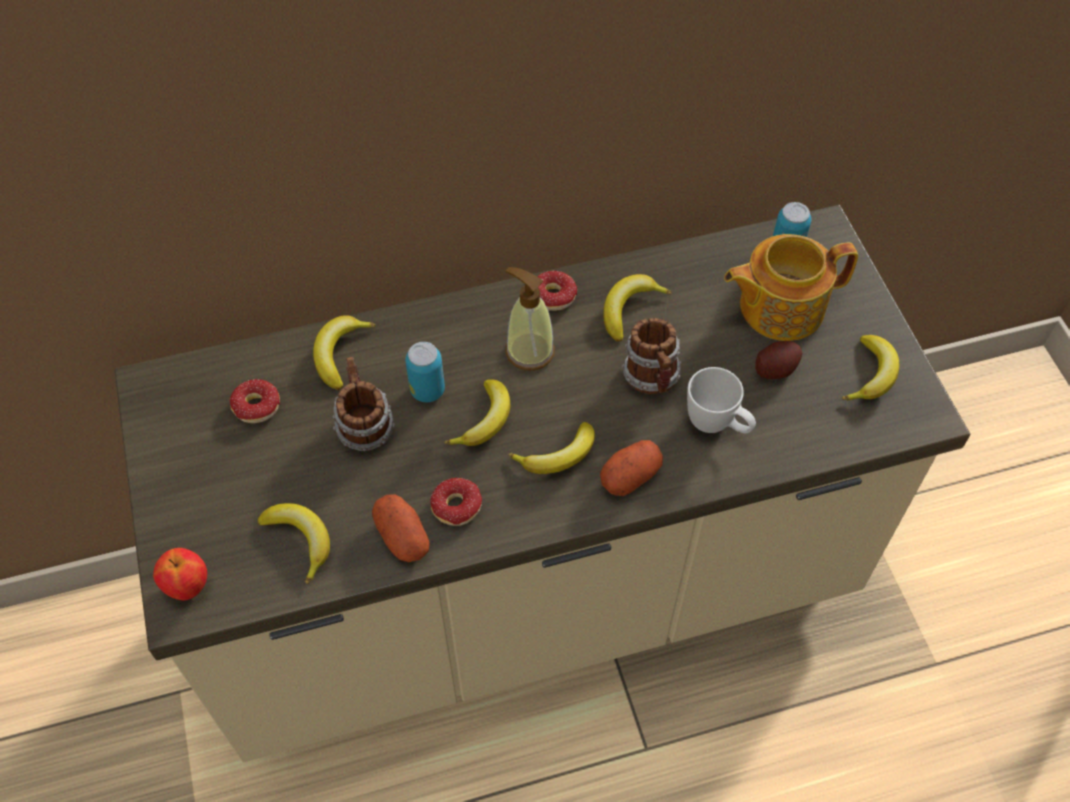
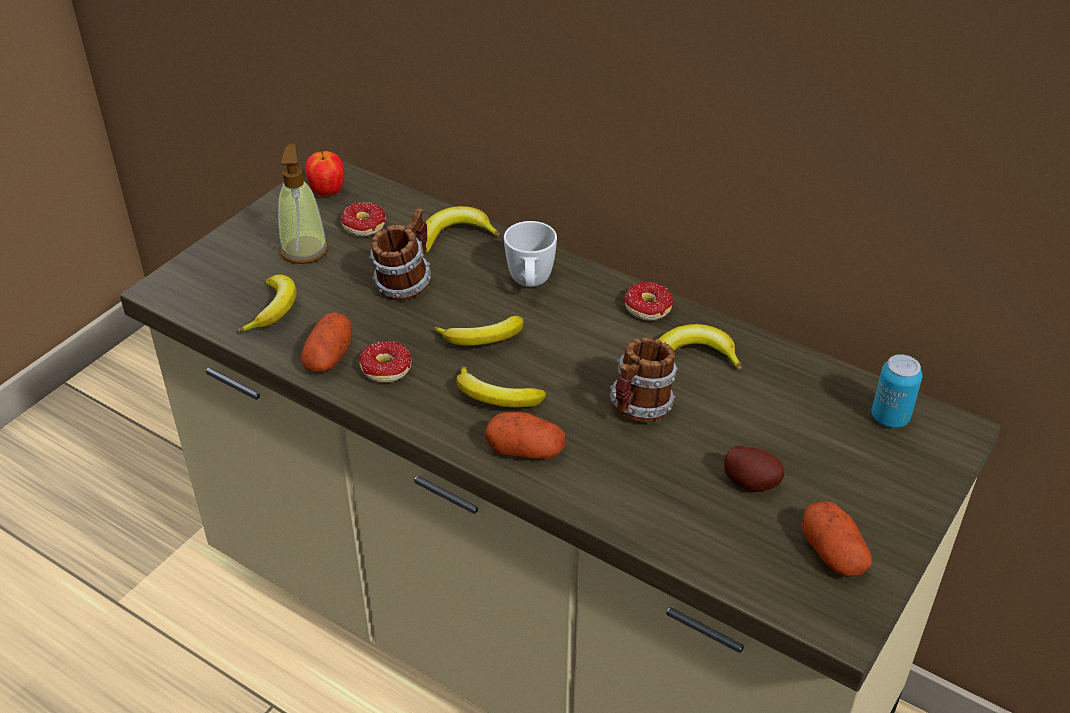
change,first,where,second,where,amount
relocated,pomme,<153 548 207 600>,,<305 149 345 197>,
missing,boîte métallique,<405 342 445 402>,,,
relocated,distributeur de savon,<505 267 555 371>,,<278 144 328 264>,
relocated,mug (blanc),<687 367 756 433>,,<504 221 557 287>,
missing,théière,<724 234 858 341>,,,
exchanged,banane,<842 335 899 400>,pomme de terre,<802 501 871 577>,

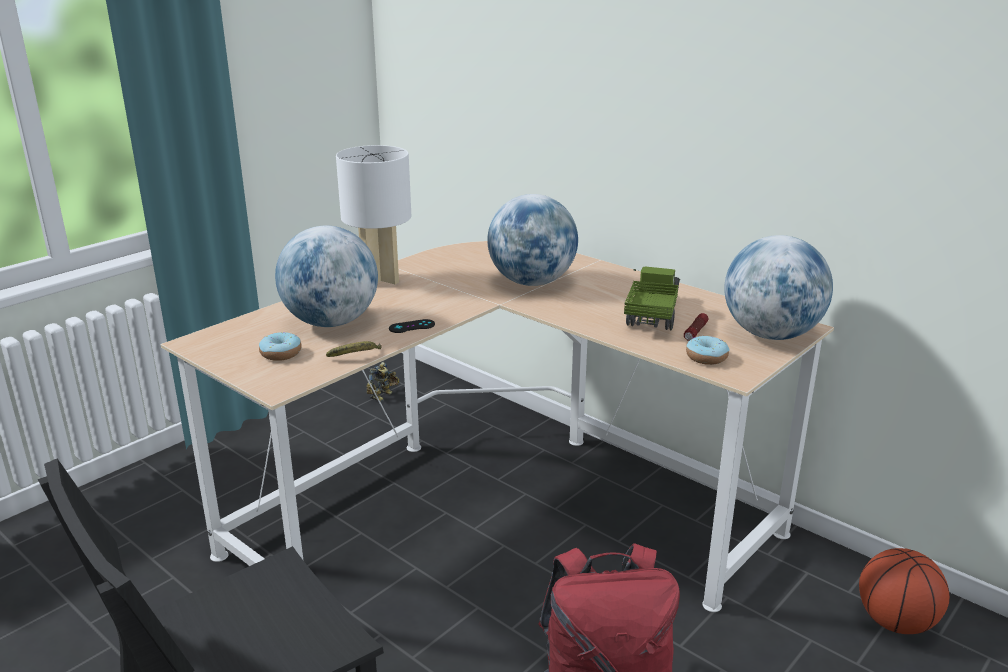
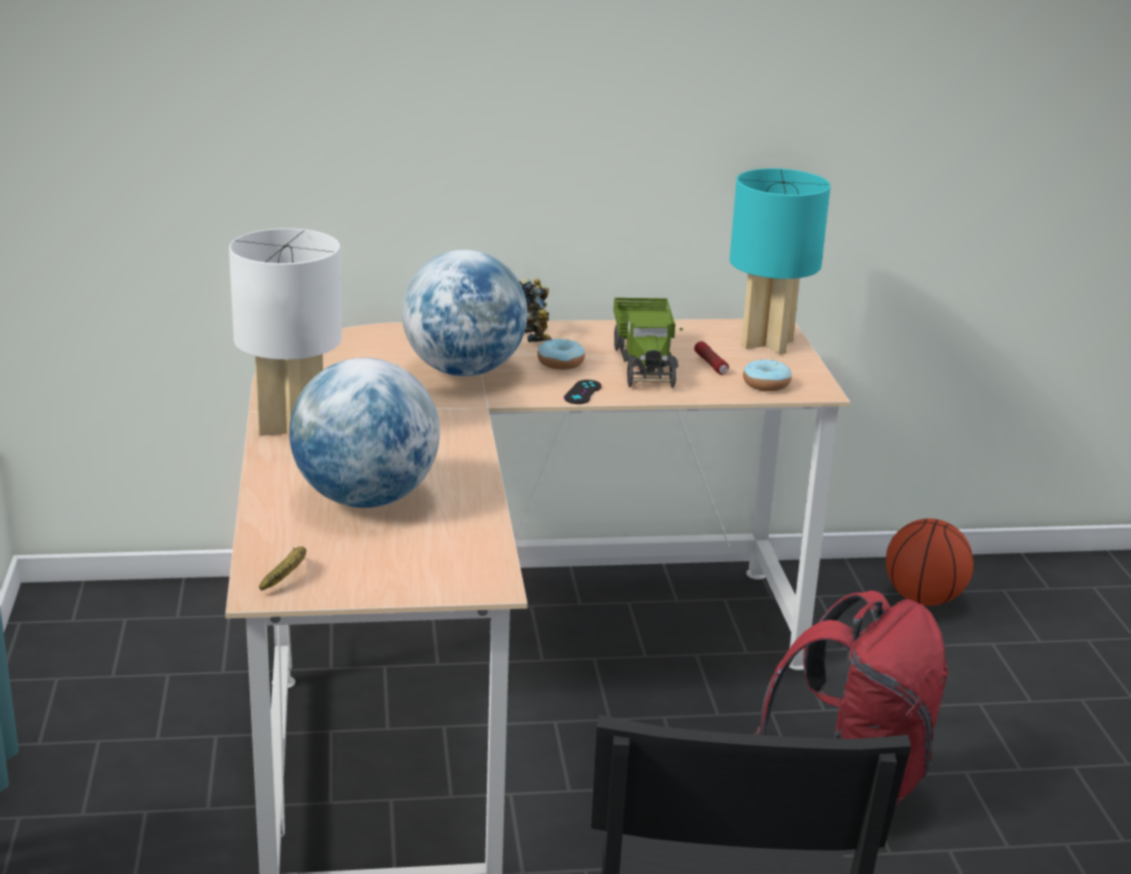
change,first,where,second,where,amount
relocated,beignet,<259 332 302 361>,,<537 338 585 370>,
relocated,banane,<326 341 382 357>,,<259 546 306 591>,
relocated,robot jouet,<366 362 399 402>,,<519 278 552 342>,
relocated,manette (noir),<389 319 435 333>,,<564 380 602 404>,
spun,camion jouet,<624 267 680 330>,,<613 298 683 388>,150 degrees counterclockwise
exchanged,globe,<724 235 833 340>,lampe de table (turquoise),<730 168 831 355>,

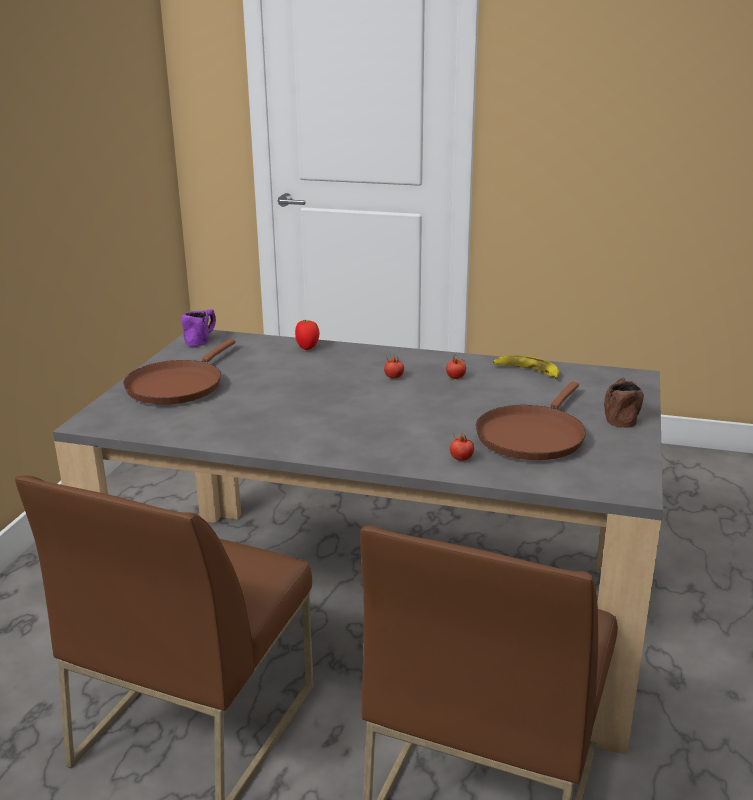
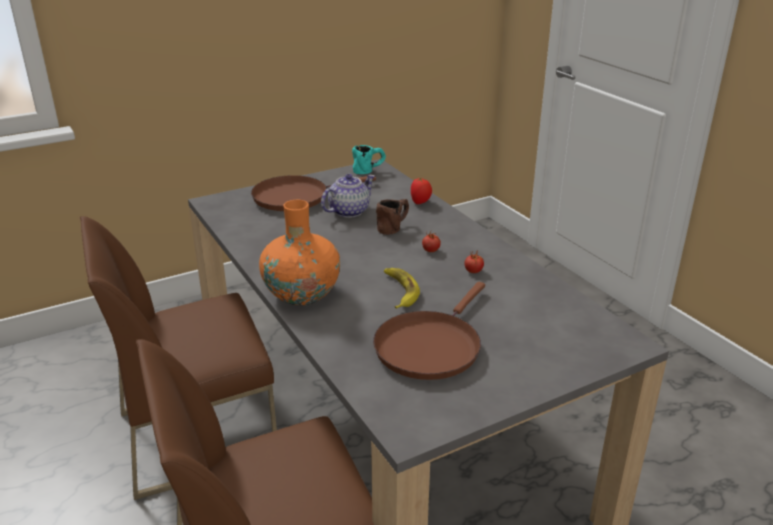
change,first,where,second,where,amount
colour,mug (violet),<182 309 216 347>,mug (turquoise),<352 145 386 174>,
missing,tomate,<450 432 474 461>,,,
spun,poêle (marron),<476 381 586 460>,,<373 282 485 380>,45 degrees counterclockwise
relocated,banane,<493 355 560 379>,,<384 268 420 309>,
relocated,mug (marron),<604 378 644 428>,,<376 199 409 235>,
appeared,,,vase (orange),<259 200 340 306>,
appeared,,,théière,<321 174 375 218>,

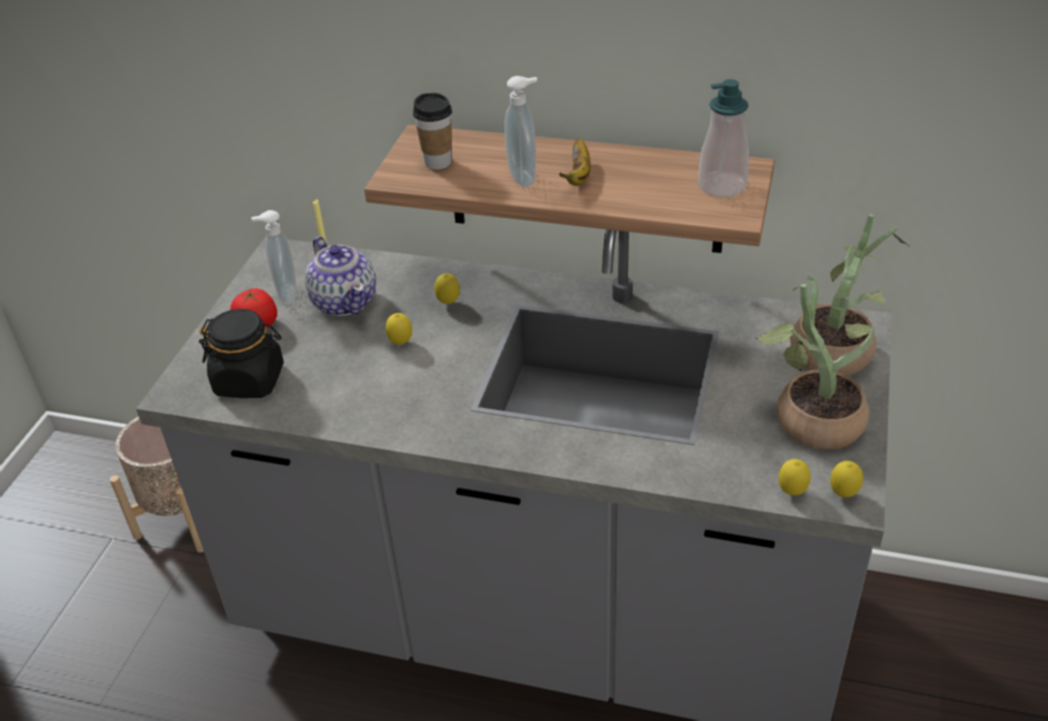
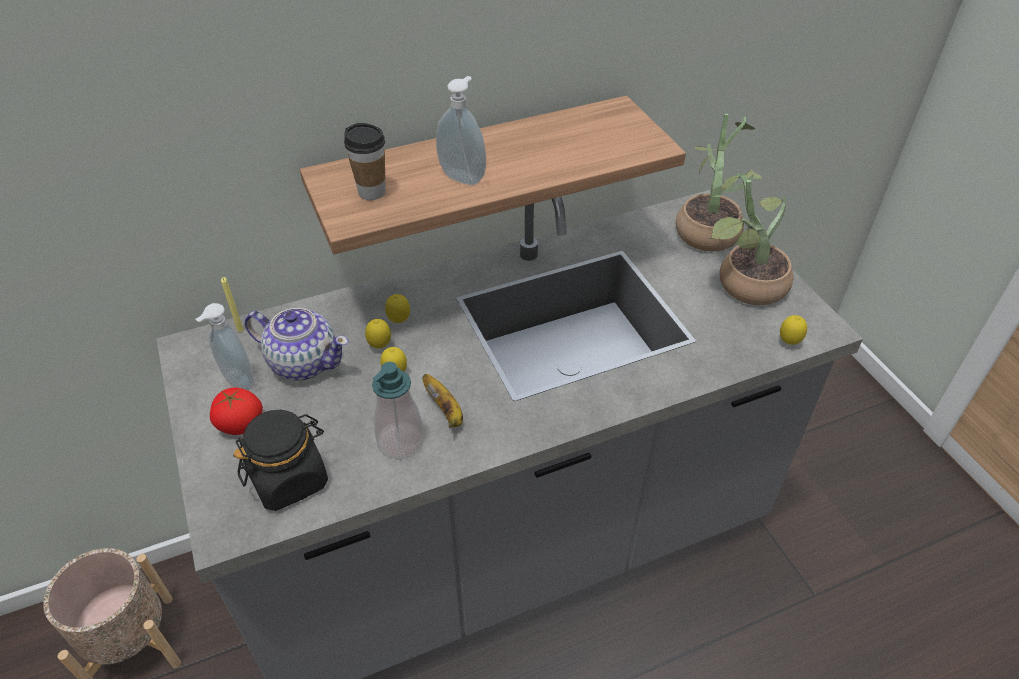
change,first,where,second,where,amount
relocated,banane,<559 138 591 186>,,<422 374 463 428>,
relocated,distributeur de savon,<698 79 749 197>,,<372 362 424 459>,
relocated,citron,<830 461 863 497>,,<365 319 391 348>,

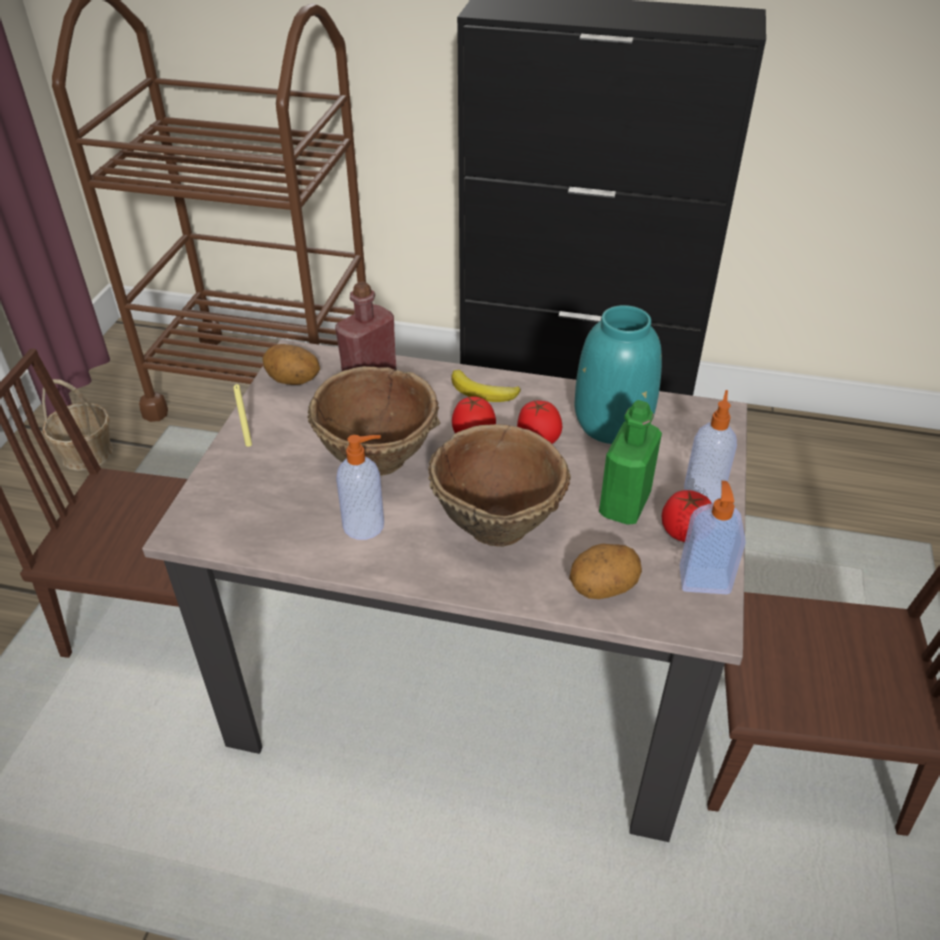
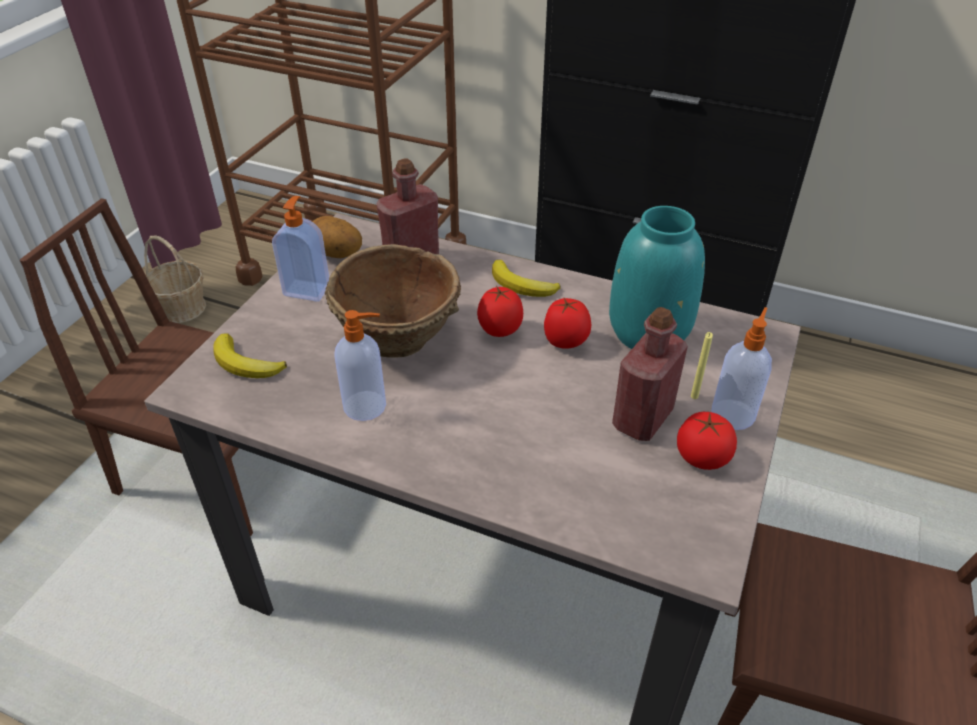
change,first,where,second,where,amount
relocated,bougie (jaune),<234 384 252 447>,,<691 332 713 399>,
missing,bol (marron),<428 424 571 547>,,,
missing,pomme de terre,<569 544 642 599>,,,
colour,bouteille (vert),<599 400 662 525>,bouteille (rouge),<612 307 688 441>,
relocated,distributeur de savon,<680 481 746 594>,,<272 196 329 302>,
appeared,,,banane,<213 333 287 378>,

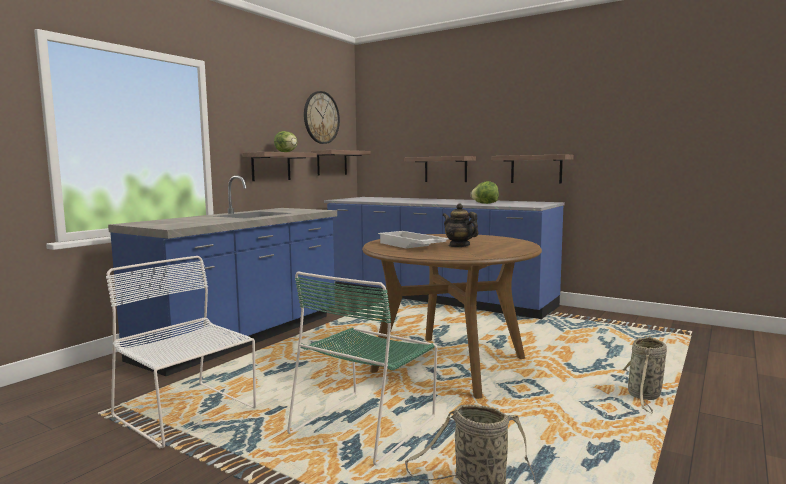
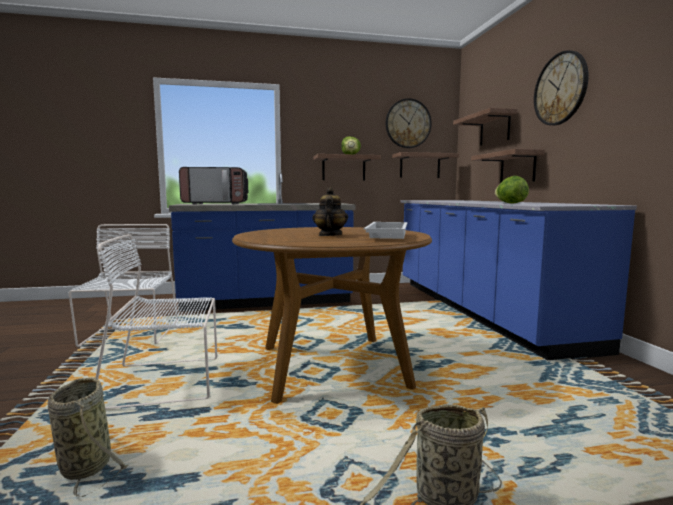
change,first,where,second,where,amount
colour,chaise (vert),<287 271 437 465>,chaise (blanc),<95 234 217 409>,
relocated,plateau (blanc),<378 231 449 248>,,<363 222 407 239>,
relocated,étagère,<492 154 574 183>,,<453 108 518 146>,
appeared,,,micro-ondes,<179 167 248 205>,
appeared,,,horloge murale,<534 50 589 125>,

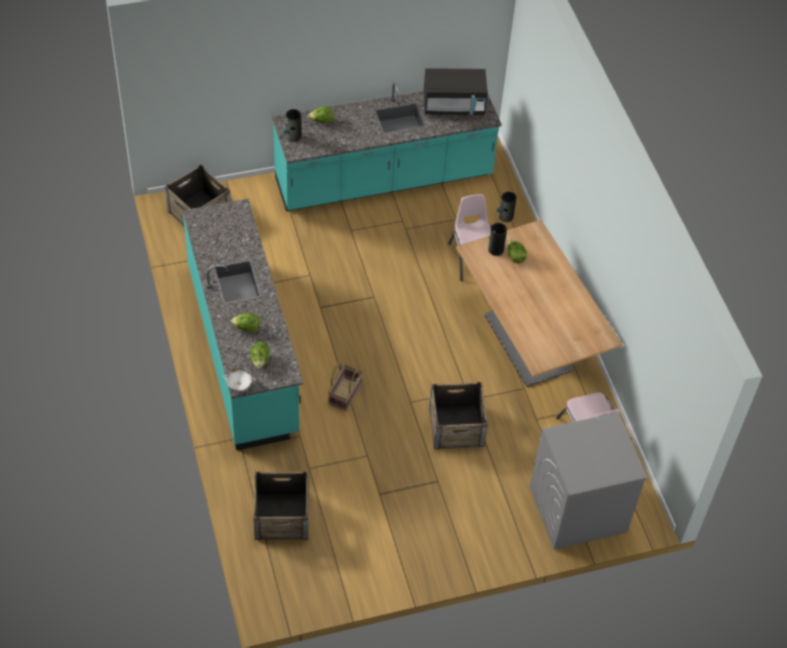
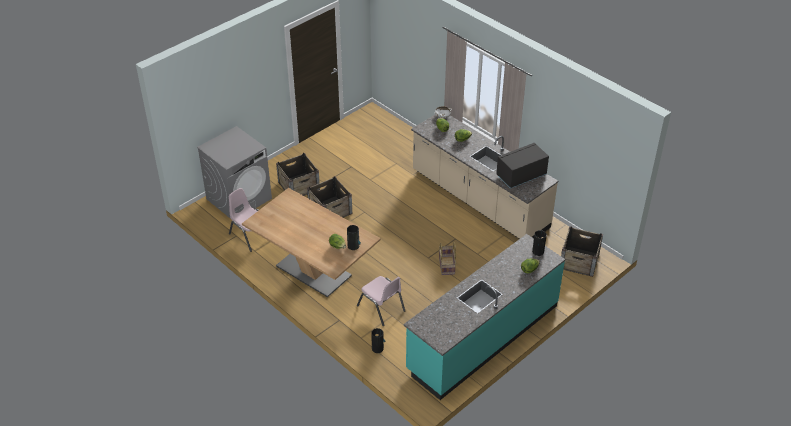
change,first,where,second,where,amount
colour,comptoir de cuisine (turquoise),<182 199 303 451>,comptoir de cuisine (beige),<411 114 558 239>,
relocated,caisse,<253 472 308 540>,,<276 153 320 196>,
relocated,panier,<328 362 363 411>,,<439 242 456 275>,
relocated,micro-ondes (noir),<424 68 488 115>,,<496 143 549 189>,

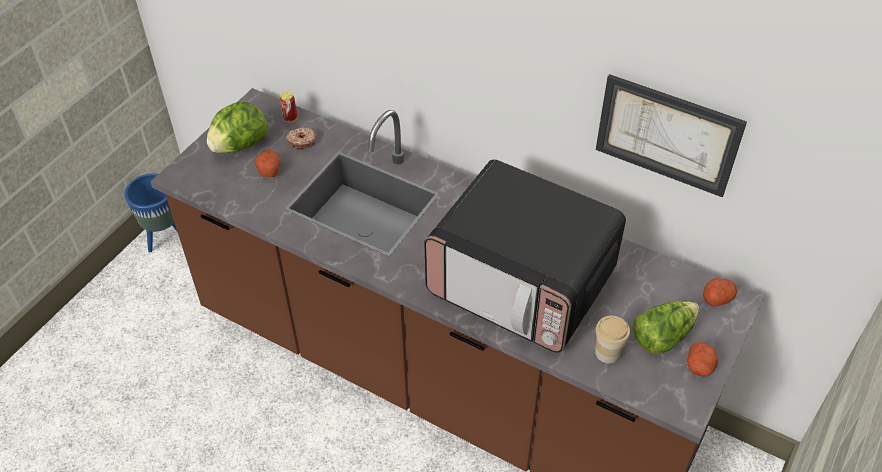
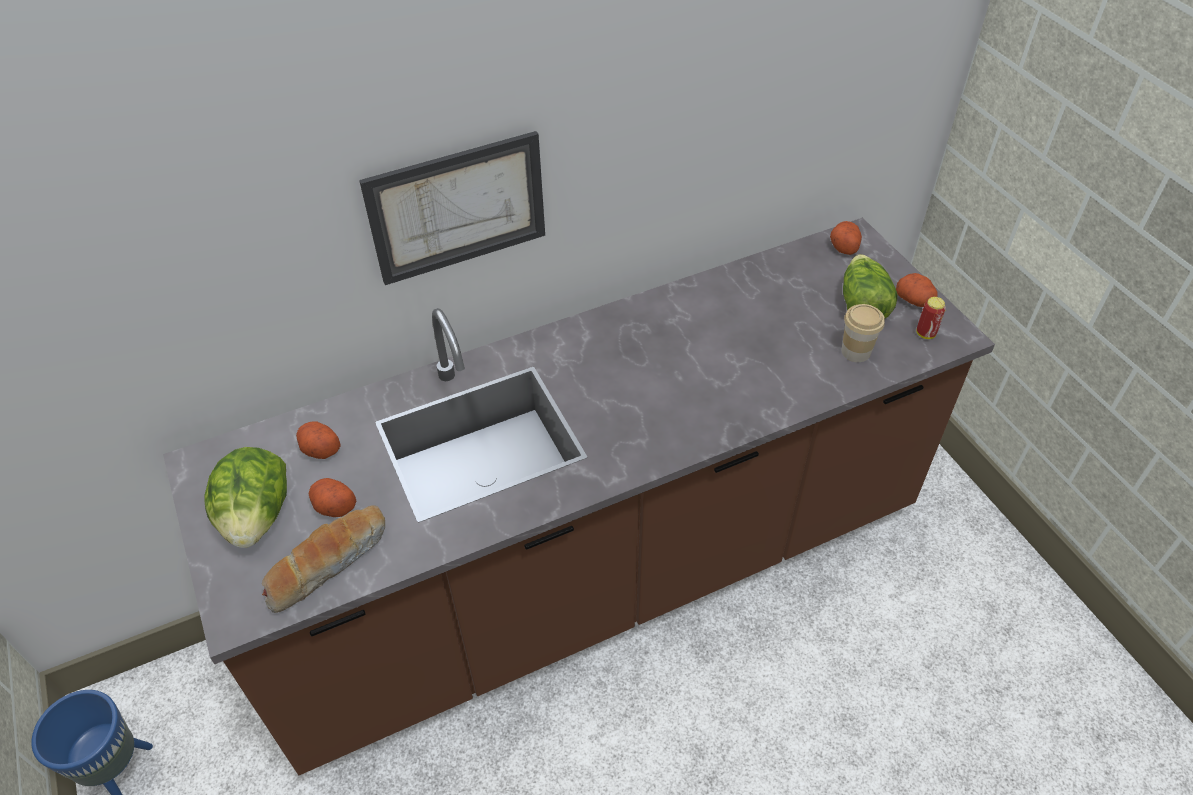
change,first,where,second,where,amount
relocated,boîte métallique,<280 92 297 122>,,<916 297 946 339>,
exchanged,beignet,<286 128 316 149>,pomme de terre,<296 421 341 459>,
missing,micro-ondes,<424 159 626 353>,,,
relocated,tableau,<596 74 747 197>,,<359 131 545 285>,
appeared,,,pain,<262 505 385 613>,

